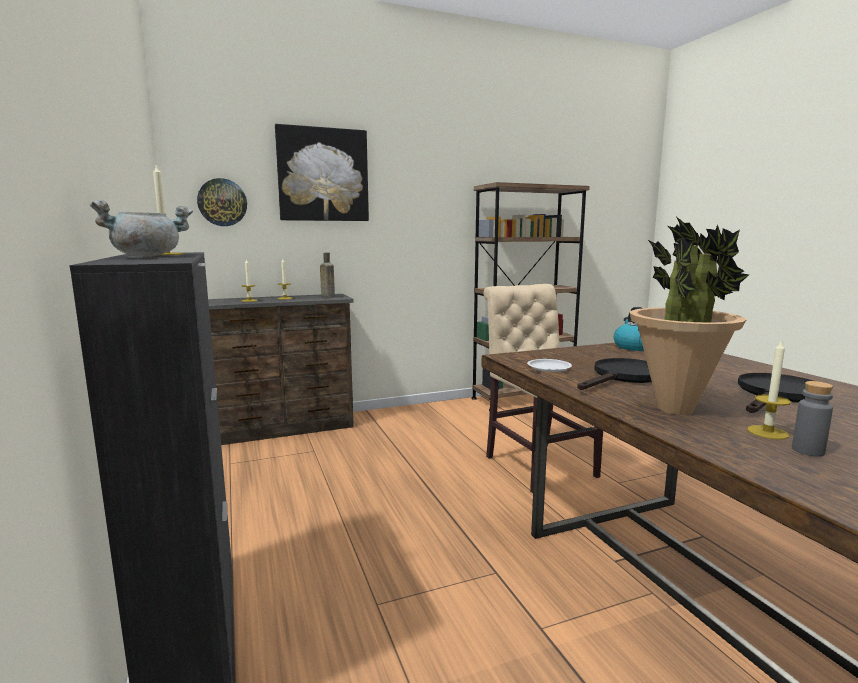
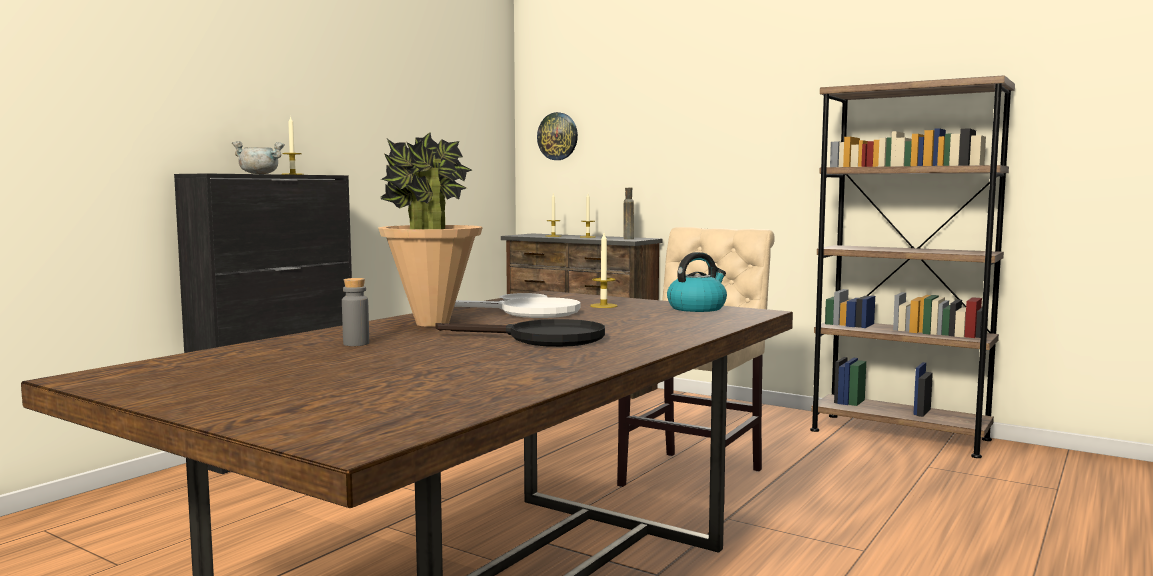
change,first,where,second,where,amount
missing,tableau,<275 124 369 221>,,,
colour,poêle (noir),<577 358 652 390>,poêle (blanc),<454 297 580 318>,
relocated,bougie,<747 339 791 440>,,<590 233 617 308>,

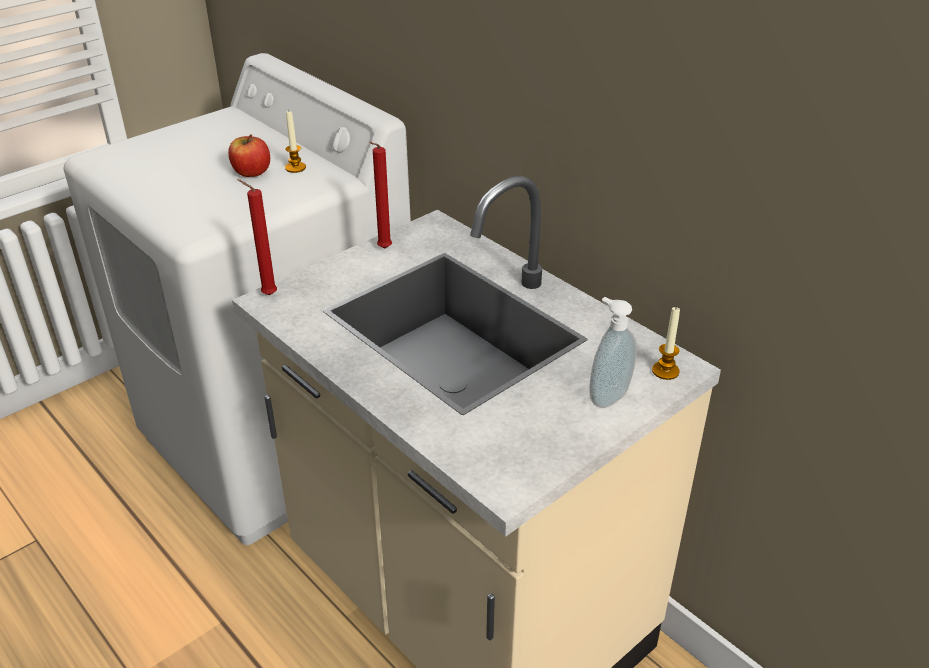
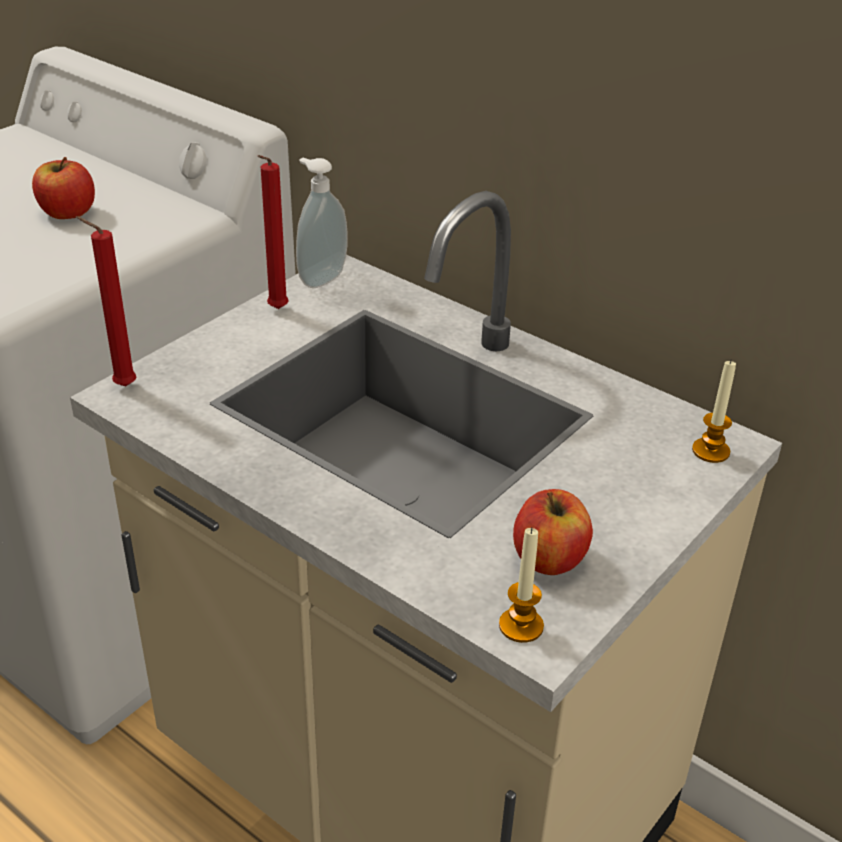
change,first,where,second,where,amount
relocated,bougie,<285 111 306 173>,,<499 527 544 643>,
relocated,distributeur de savon,<589 297 637 408>,,<296 158 348 288>,
appeared,,,pomme,<513 489 593 575>,

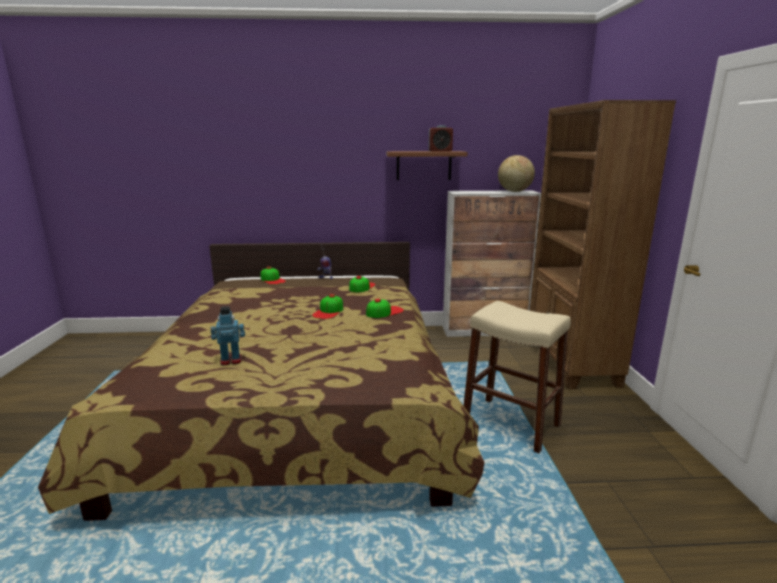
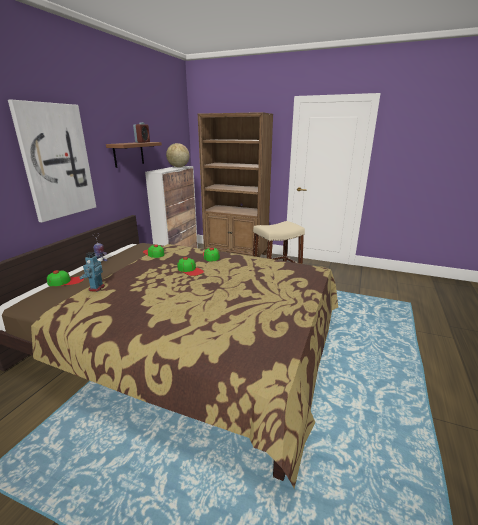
change,first,where,second,where,amount
relocated,robot jouet,<210 306 245 365>,,<80 252 105 292>,
appeared,,,tableau,<8 99 96 222>,

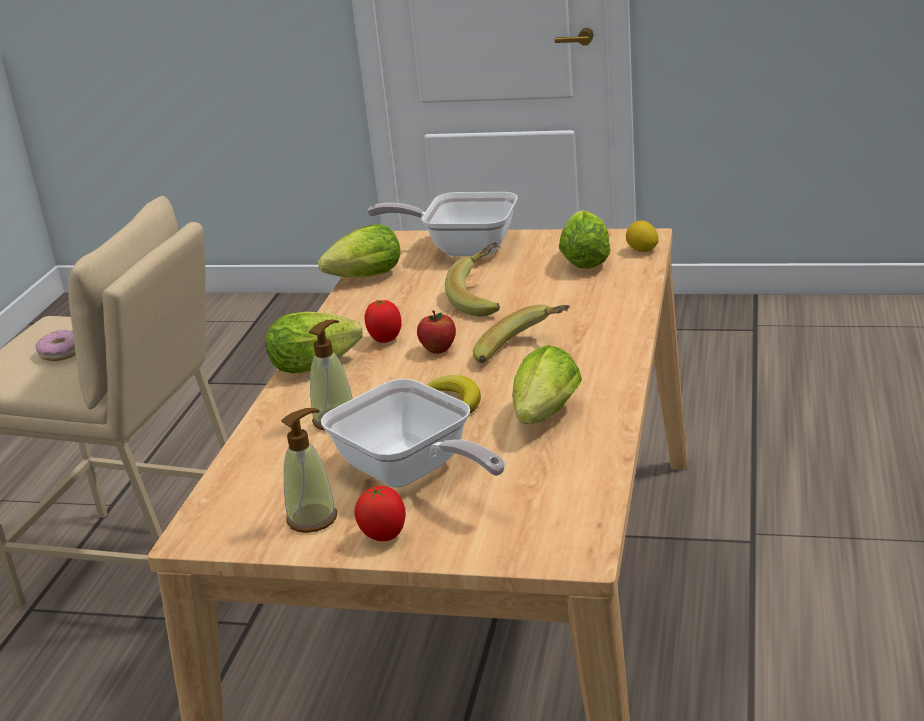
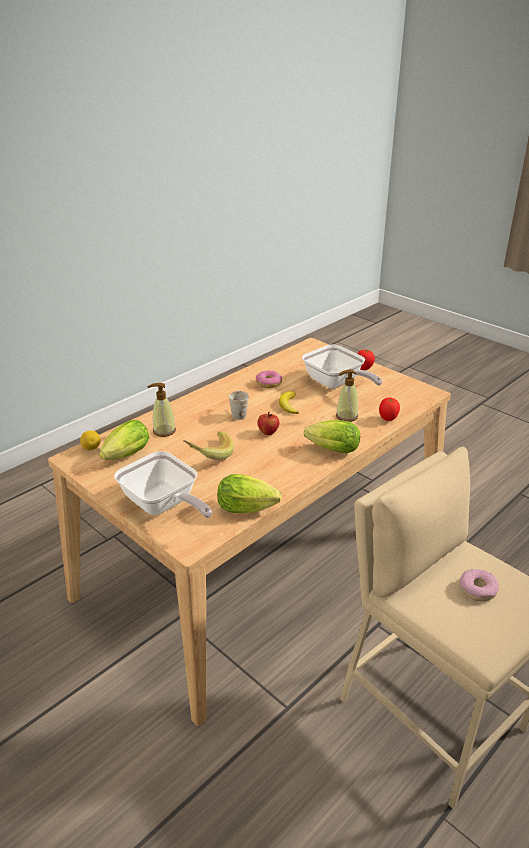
change,first,where,second,where,amount
relocated,distributeur de savon,<281 408 337 533>,,<147 383 176 437>,
spun,poêle,<321 379 505 488>,,<302 345 382 389>,150 degrees clockwise
relocated,tomate,<365 300 402 343>,,<379 397 400 421>,
exchanged,banane,<473 304 570 363>,mug (blanc),<229 391 249 420>,
exchanged,laitue,<513 345 582 424>,beignet,<256 370 282 388>,

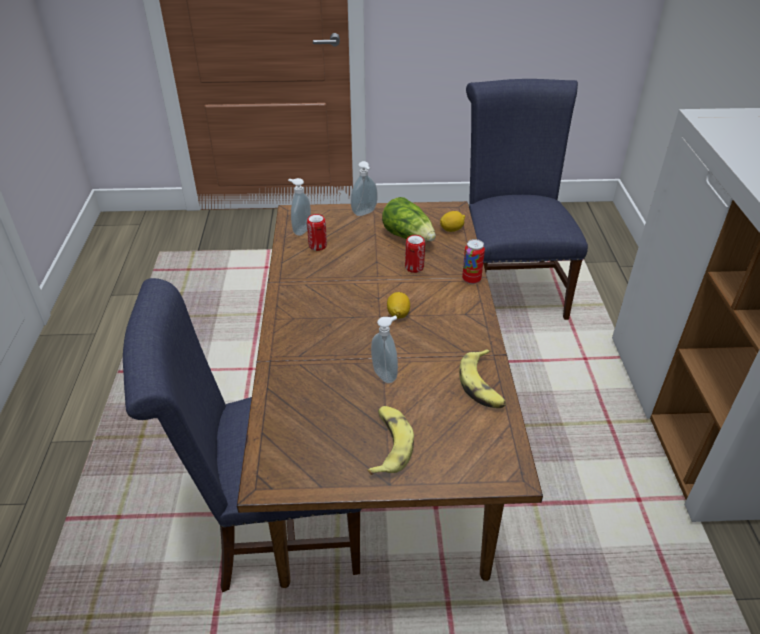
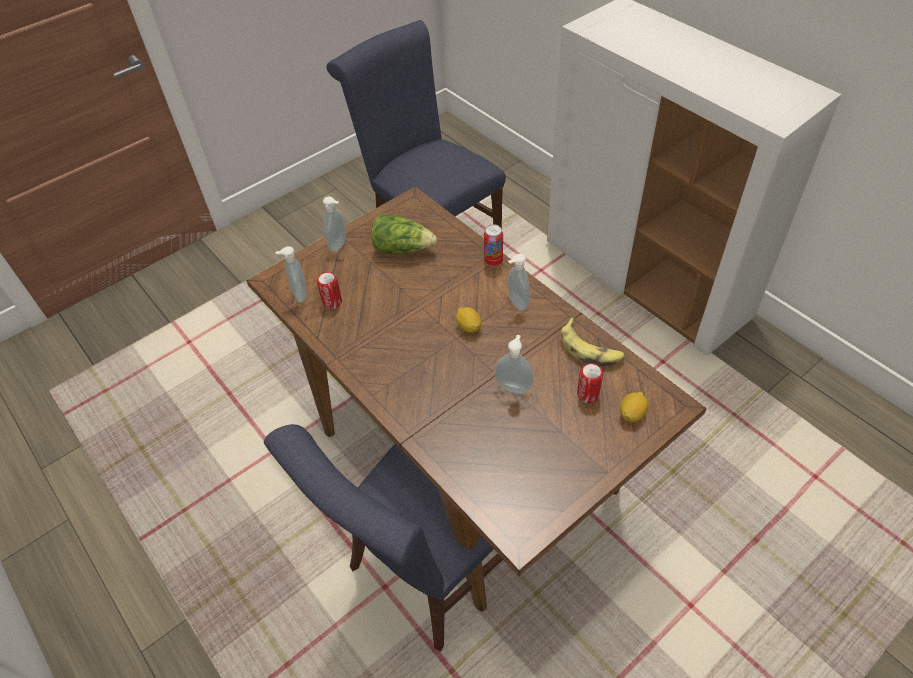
change,first,where,second,where,amount
missing,banane,<367 406 414 475>,,,
relocated,boîte métallique,<405 235 425 273>,,<577 363 603 403>,
relocated,citron,<440 211 465 232>,,<620 392 648 423>,
appeared,,,distributeur de savon,<508 254 530 310>,

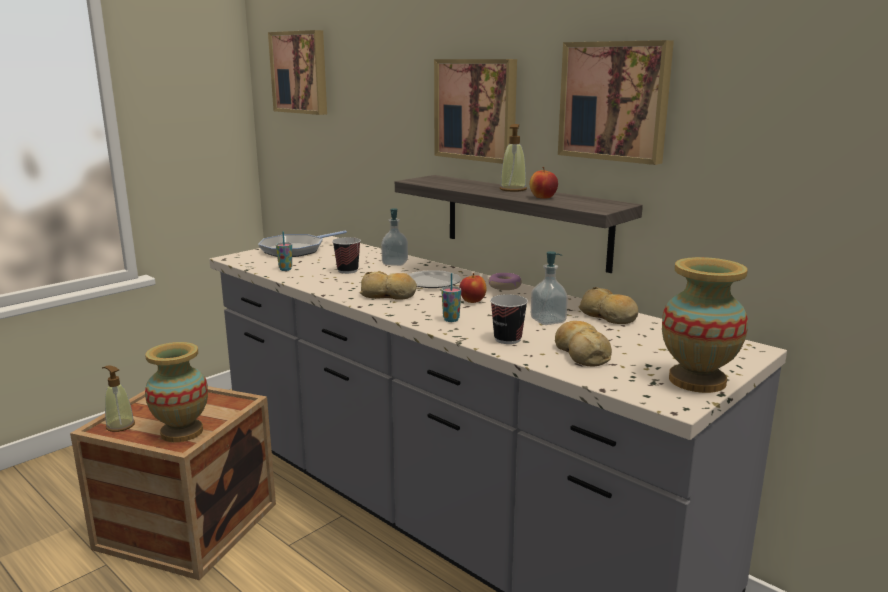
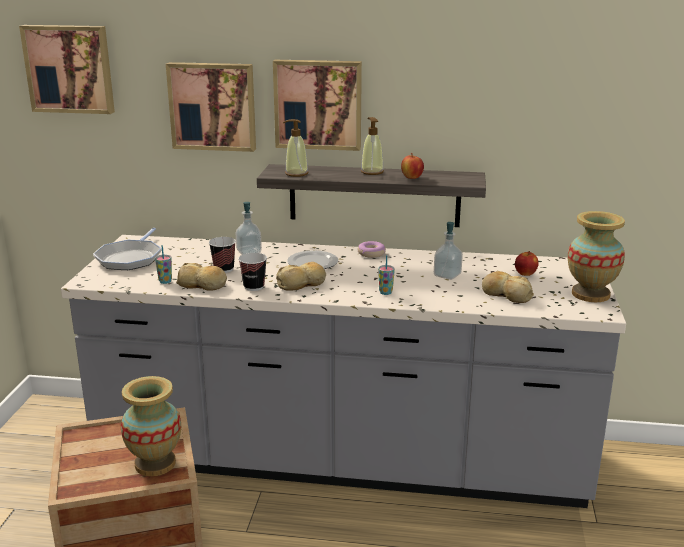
change,first,where,second,where,amount
relocated,distributeur de savon,<102 365 135 432>,,<283 119 308 177>,
relocated,pomme,<459 273 487 303>,,<515 251 539 276>,
relocated,tasse,<490 294 528 344>,,<238 253 267 291>,
relocated,tableau,<558 40 674 165>,,<166 62 256 152>,
relocated,pain,<579 287 638 324>,,<176 263 227 291>,

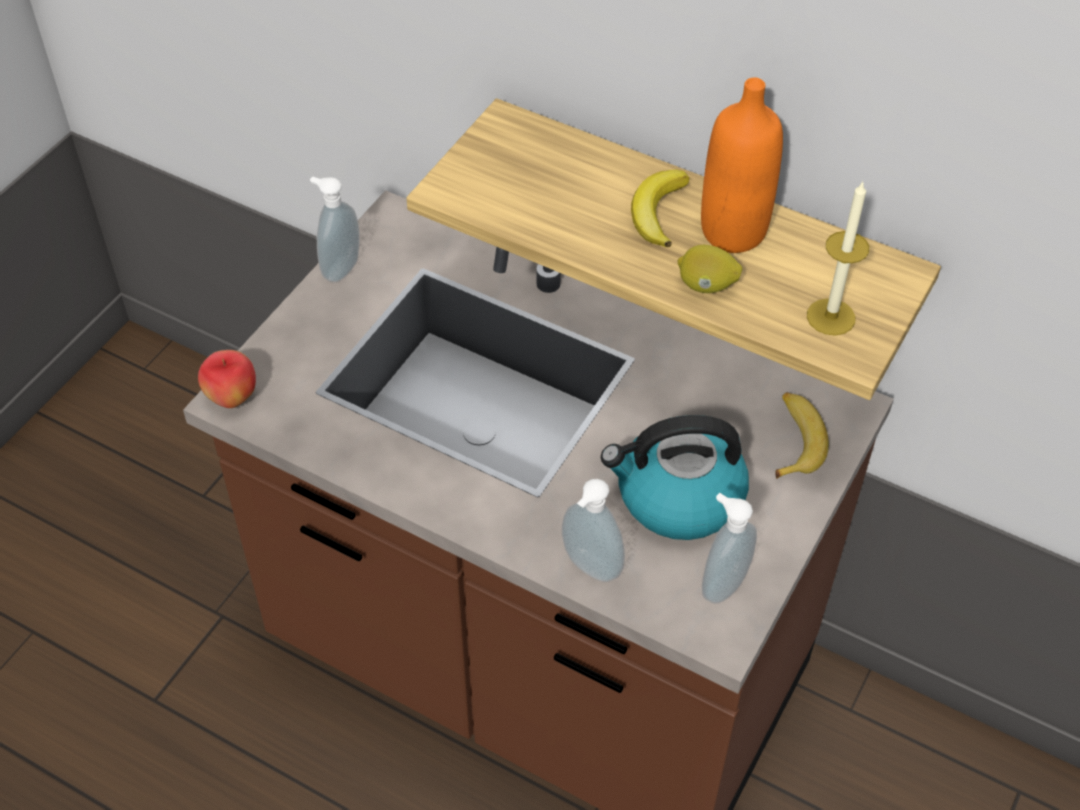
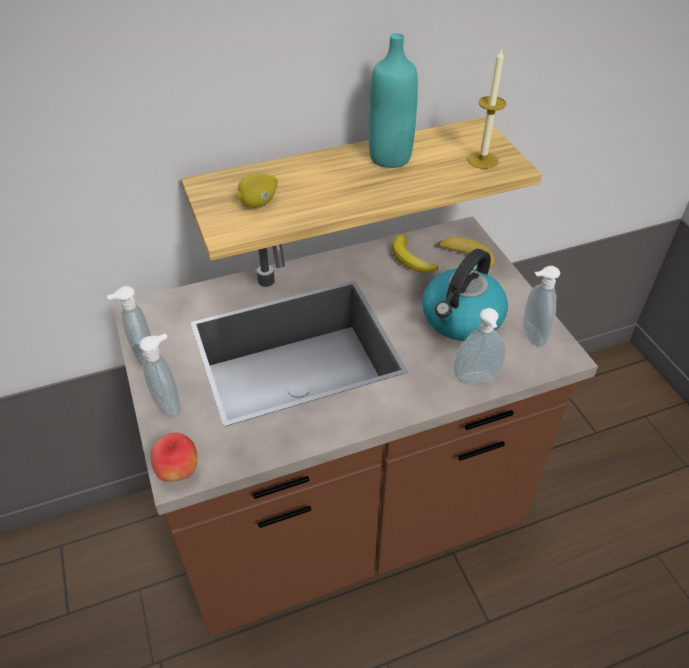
change,first,where,second,where,amount
relocated,banane,<631 170 690 247>,,<392 234 438 273>,
relocated,citron,<678 245 743 293>,,<236 173 278 208>,
colour,bouteille (orange),<701 77 783 253>,bouteille (turquoise),<369 33 418 168>,
appeared,,,distributeur de savon,<139 333 181 418>,

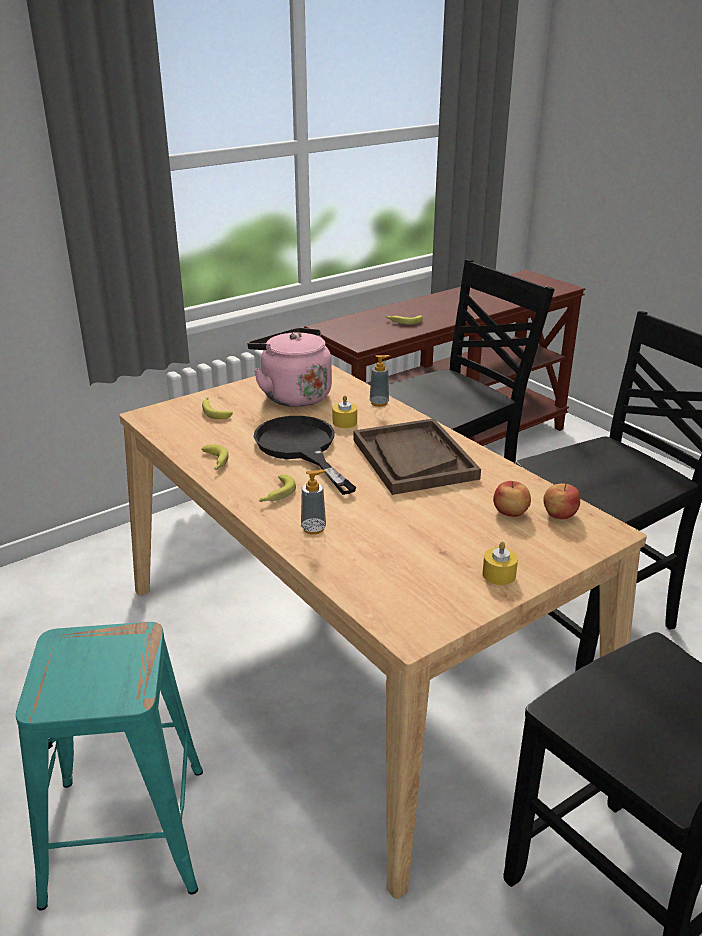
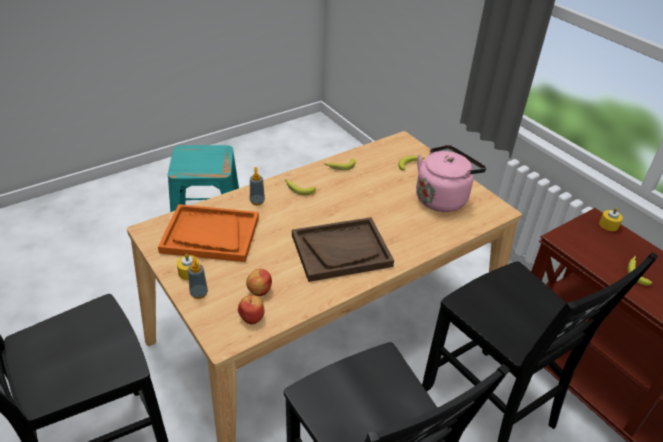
change,first,where,second,where,amount
missing,poêle (noir),<254 416 356 495>,,,
relocated,bougie (jaune),<332 395 357 428>,,<599 208 623 231>,
relocated,distributeur de savon,<370 355 390 407>,,<188 256 208 299>,
appeared,,,plateau (orange),<158 204 259 262>,

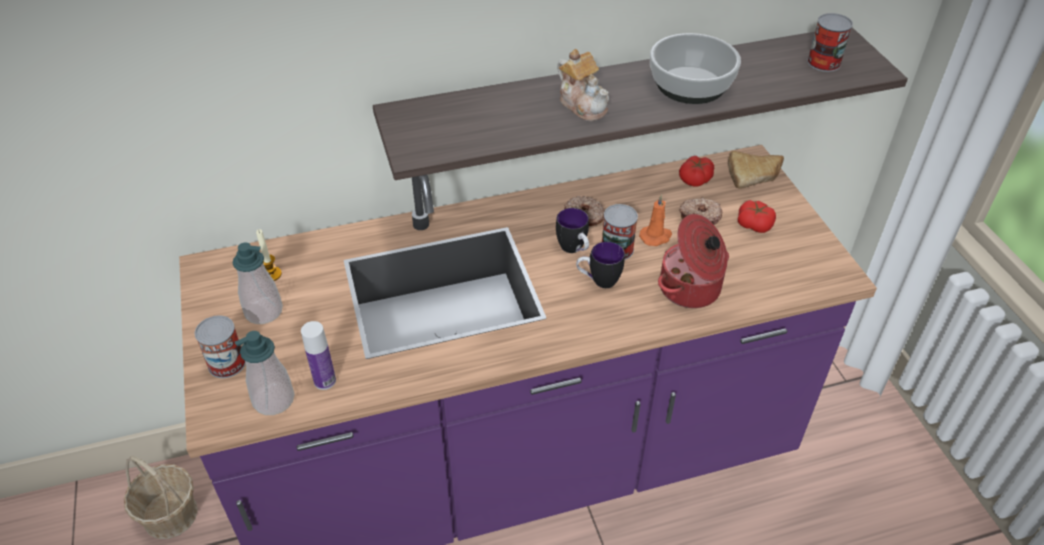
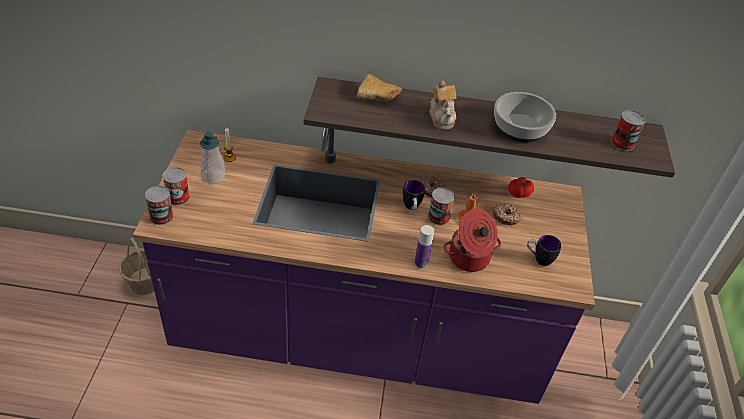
change,first,where,second,where,amount
missing,distributeur de savon,<235 331 294 415>,,,
relocated,bouteille,<301 321 336 390>,,<414 225 434 269>,
relocated,mug,<576 242 625 288>,,<527 235 562 266>,
relocated,pain,<728 151 784 189>,,<357 74 402 102>,
missing,tomate,<738 200 776 233>,,,
appeared,,,boîte métallique,<145 186 174 225>,

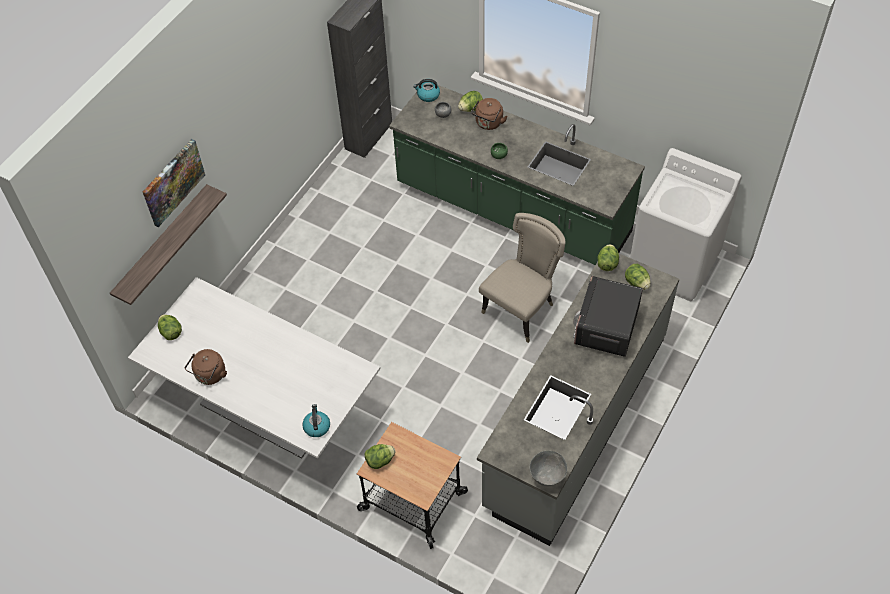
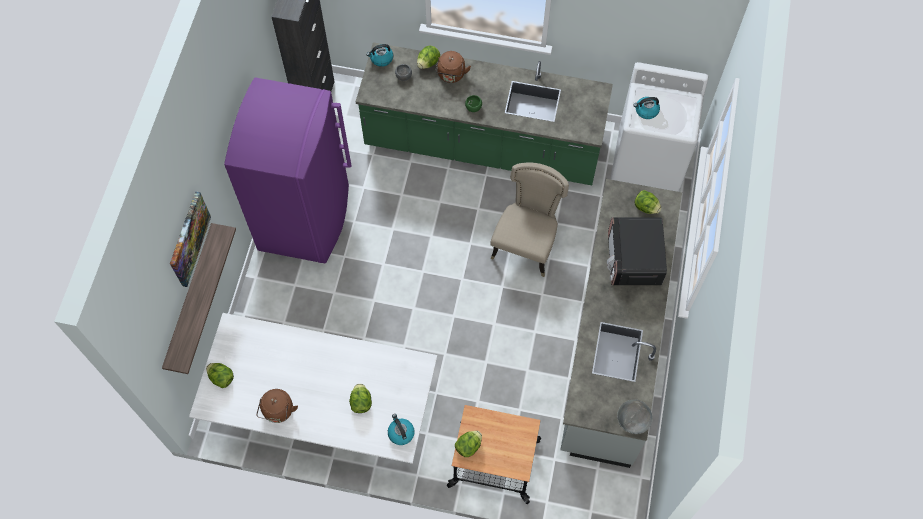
change,first,where,second,where,amount
relocated,laitue,<598 244 619 271>,,<349 384 372 413>,
appeared,,,réfrigérateur (violet),<224 77 352 263>,
appeared,,,bouilloire,<633 97 660 119>,

